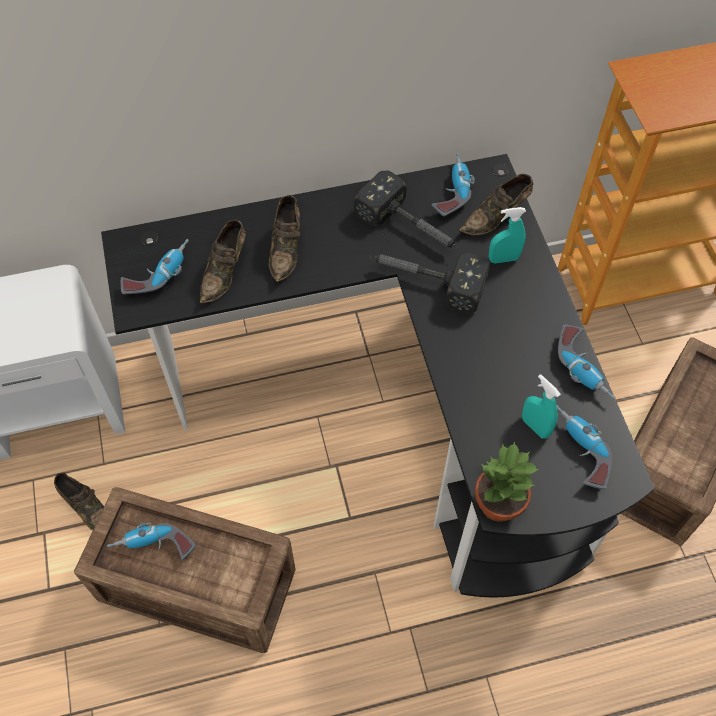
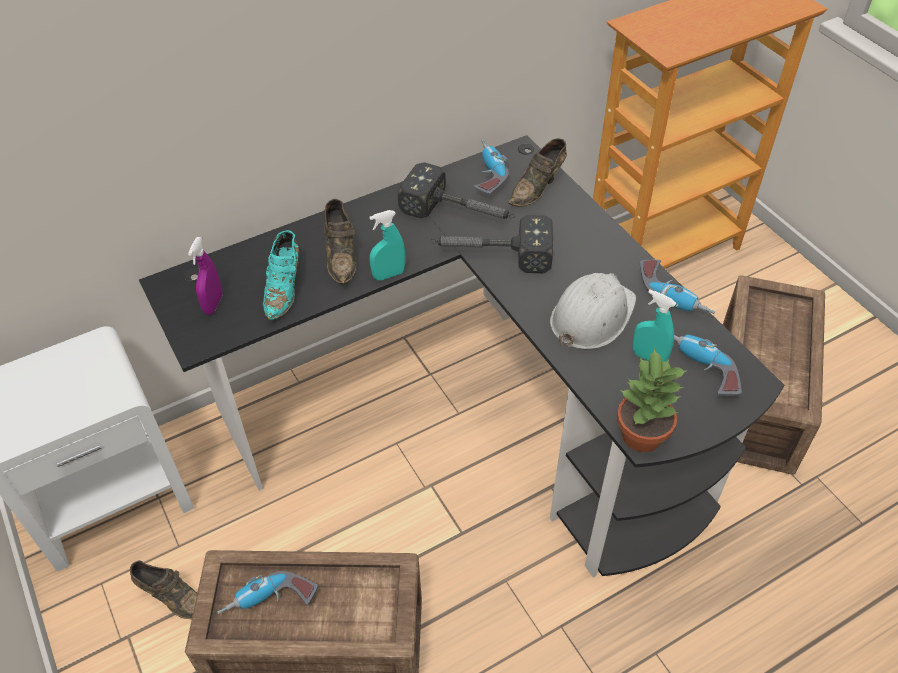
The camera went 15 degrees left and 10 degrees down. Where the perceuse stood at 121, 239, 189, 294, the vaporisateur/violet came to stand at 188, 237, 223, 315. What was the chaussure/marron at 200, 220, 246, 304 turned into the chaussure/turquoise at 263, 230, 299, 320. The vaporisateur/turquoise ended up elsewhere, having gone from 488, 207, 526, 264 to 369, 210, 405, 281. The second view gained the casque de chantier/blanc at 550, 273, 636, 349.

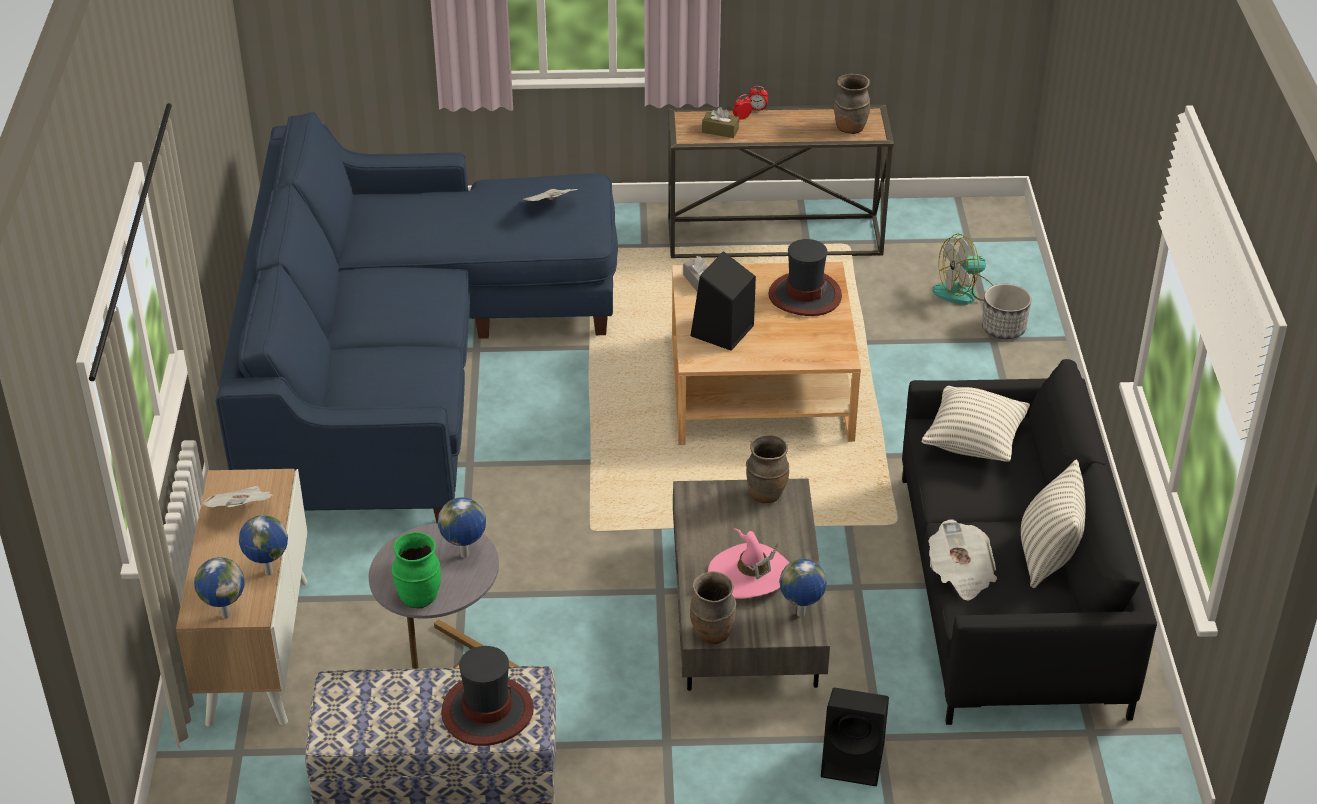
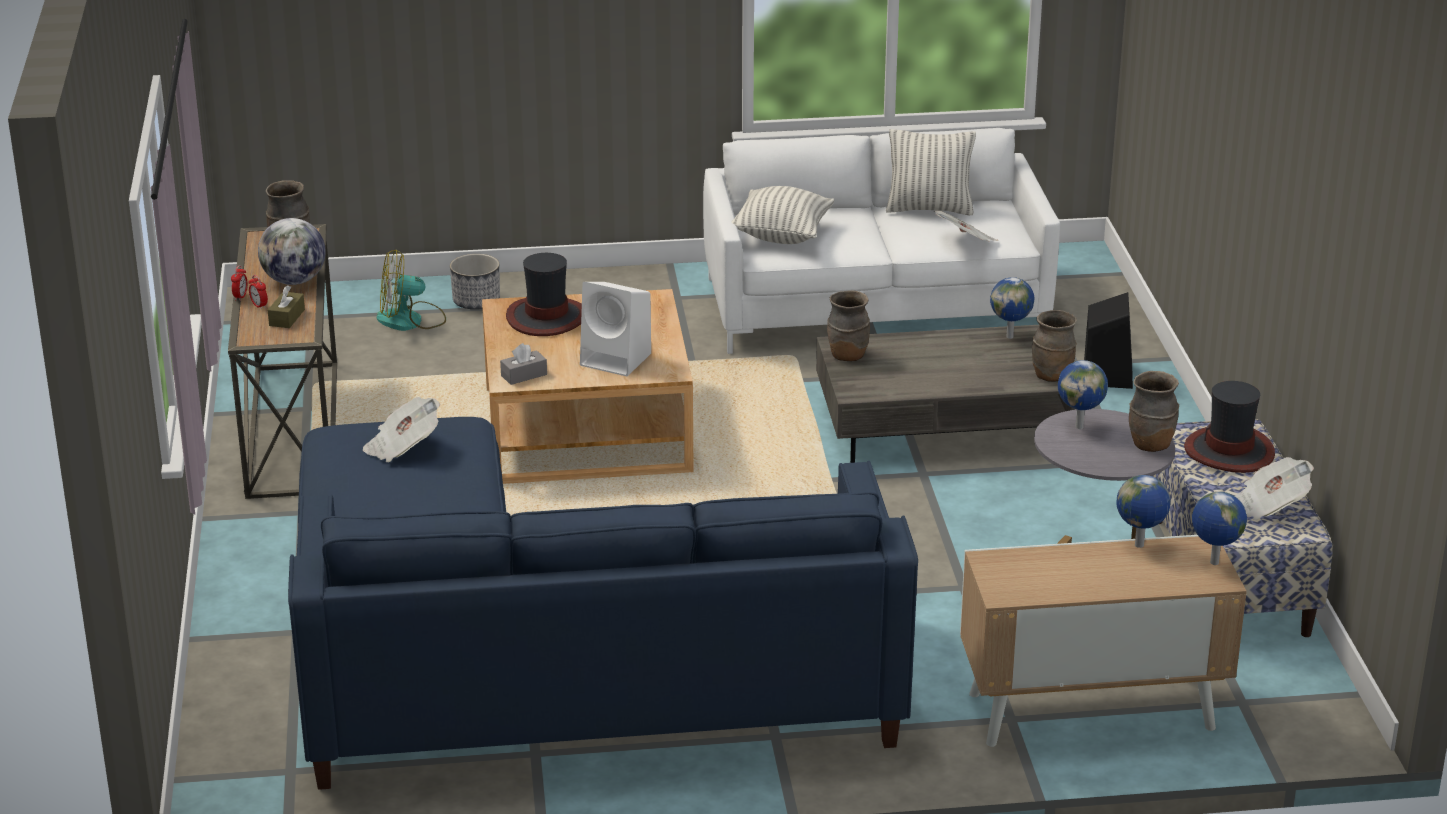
The camera went 95 degrees left and 10 degrees down. The second view gained the globe at 258, 218, 326, 285. The ventilateur at 932, 234, 993, 305 ended up facing another way, 105 degrees clockwise from before. What was the enceinte/noir at 690, 251, 756, 351 turned into the enceinte/blanc at 580, 282, 651, 376. What was the canapé/noir at 902, 359, 1157, 725 turned into the canapé/blanc at 703, 128, 1060, 354. What was the vase/vert at 392, 532, 441, 608 turned into the vase/marron at 1129, 371, 1179, 452. The journal ended up elsewhere, having gone from 203, 486, 274, 507 to 1235, 457, 1314, 521. The second view lost the chapeau/rose at 708, 528, 790, 599.

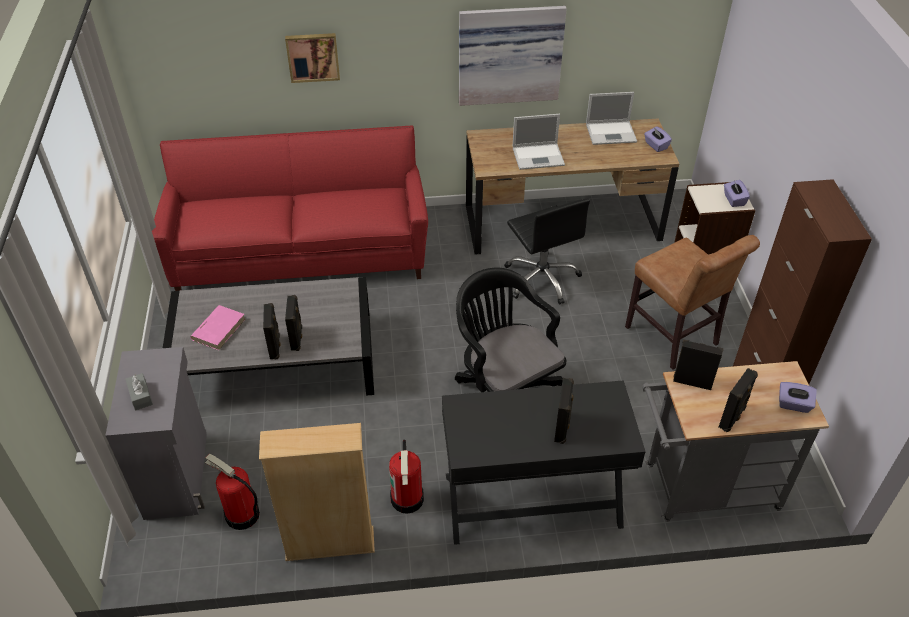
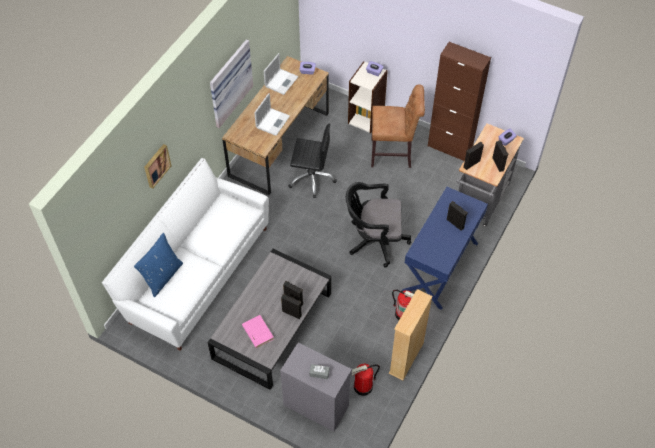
The camera went 55 degrees left and 10 degrees up. What was the canapé/rouge at 152, 126, 428, 291 turned into the canapé/blanc at 102, 158, 269, 351. The second view gained the coussin/bleu at 134, 233, 183, 297. What was the bureau/noir at 442, 380, 646, 545 turned into the bureau/bleu at 402, 187, 488, 310.

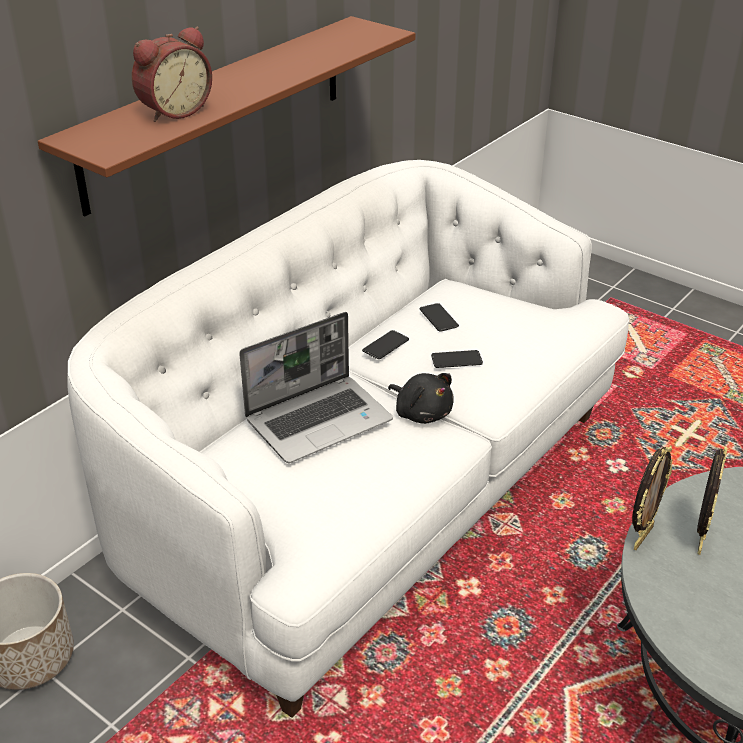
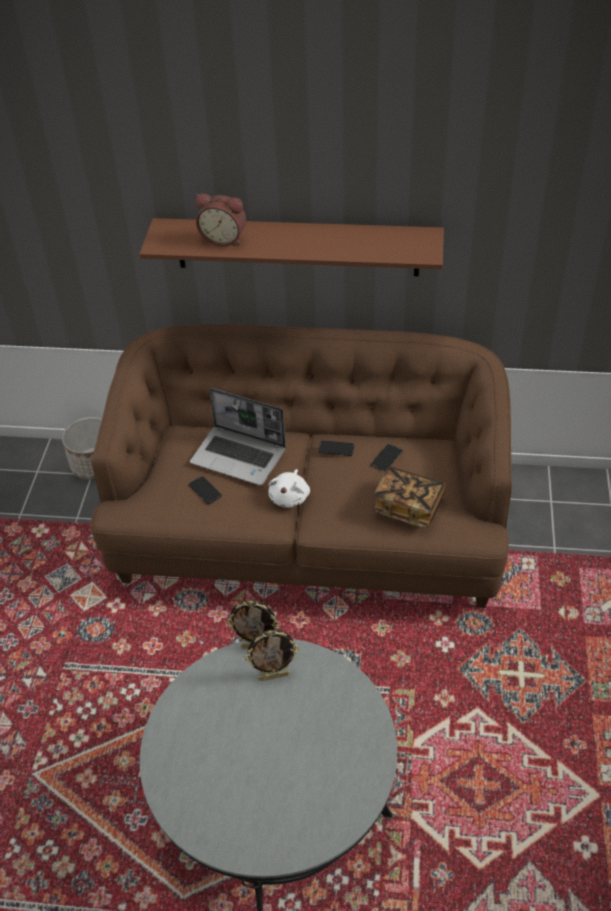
The camera went 60 degrees right and 10 degrees up. What was the canapé/blanc at 68, 160, 630, 718 turned into the canapé/marron at 91, 324, 512, 608. The téléphone ended up elsewhere, having gone from 431, 350, 483, 368 to 189, 476, 222, 504. What was the peluche/noir at 388, 373, 454, 424 turned into the peluche/blanc at 268, 469, 310, 508. The second view gained the livre at 372, 467, 446, 528.

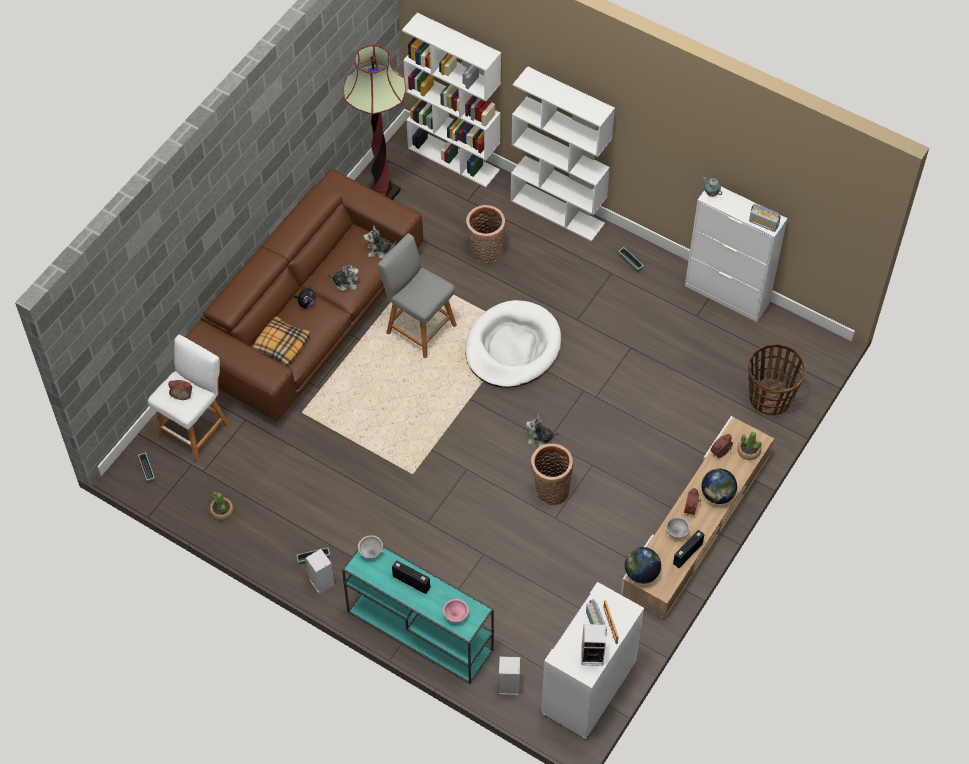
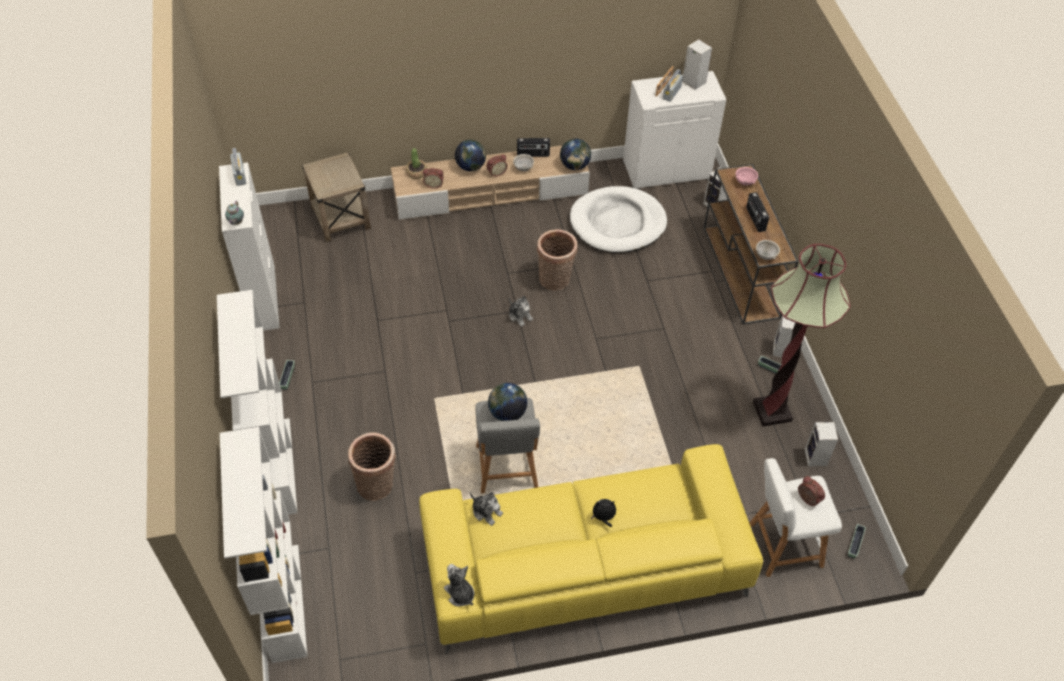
The camera went 135 degrees left and 5 degrees down. Where the panier stood at 748, 344, 806, 416, the table d'appoint/beige came to stand at 302, 152, 371, 242. What was the canapé/marron at 185, 169, 423, 430 turned into the canapé/jaune at 419, 444, 763, 654. The peluche ended up elsewhere, having gone from 328, 262, 359, 291 to 444, 564, 474, 606. The second view gained the globe at 488, 383, 527, 421. The panier pour chien/blanc ended up elsewhere, having gone from 465, 300, 561, 388 to 570, 186, 667, 253. What was the table console/turquoise at 342, 546, 494, 684 turned into the table console/marron at 703, 164, 799, 325. The lampadaire ended up elsewhere, having gone from 343, 44, 406, 200 to 753, 244, 851, 426. Where the plante en pot stood at 210, 492, 233, 520, the enceinte came to stand at 805, 422, 838, 467. The second view lost the coussin at 253, 316, 310, 367.

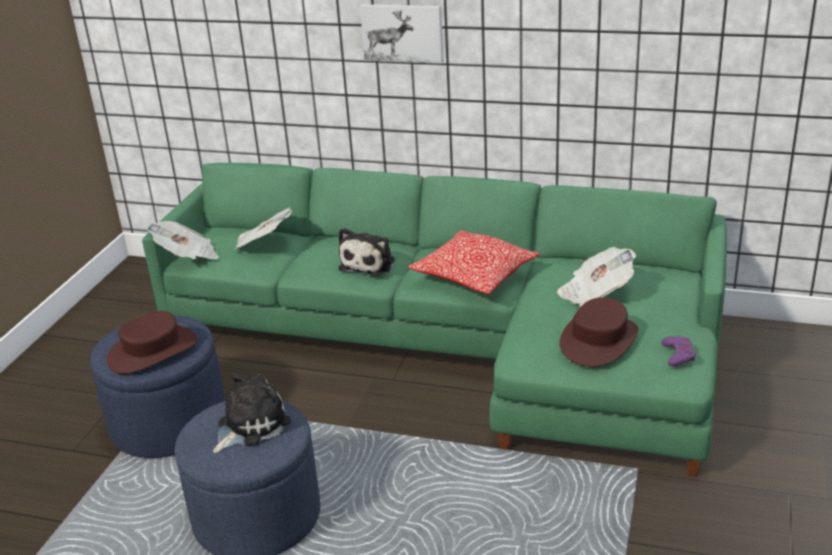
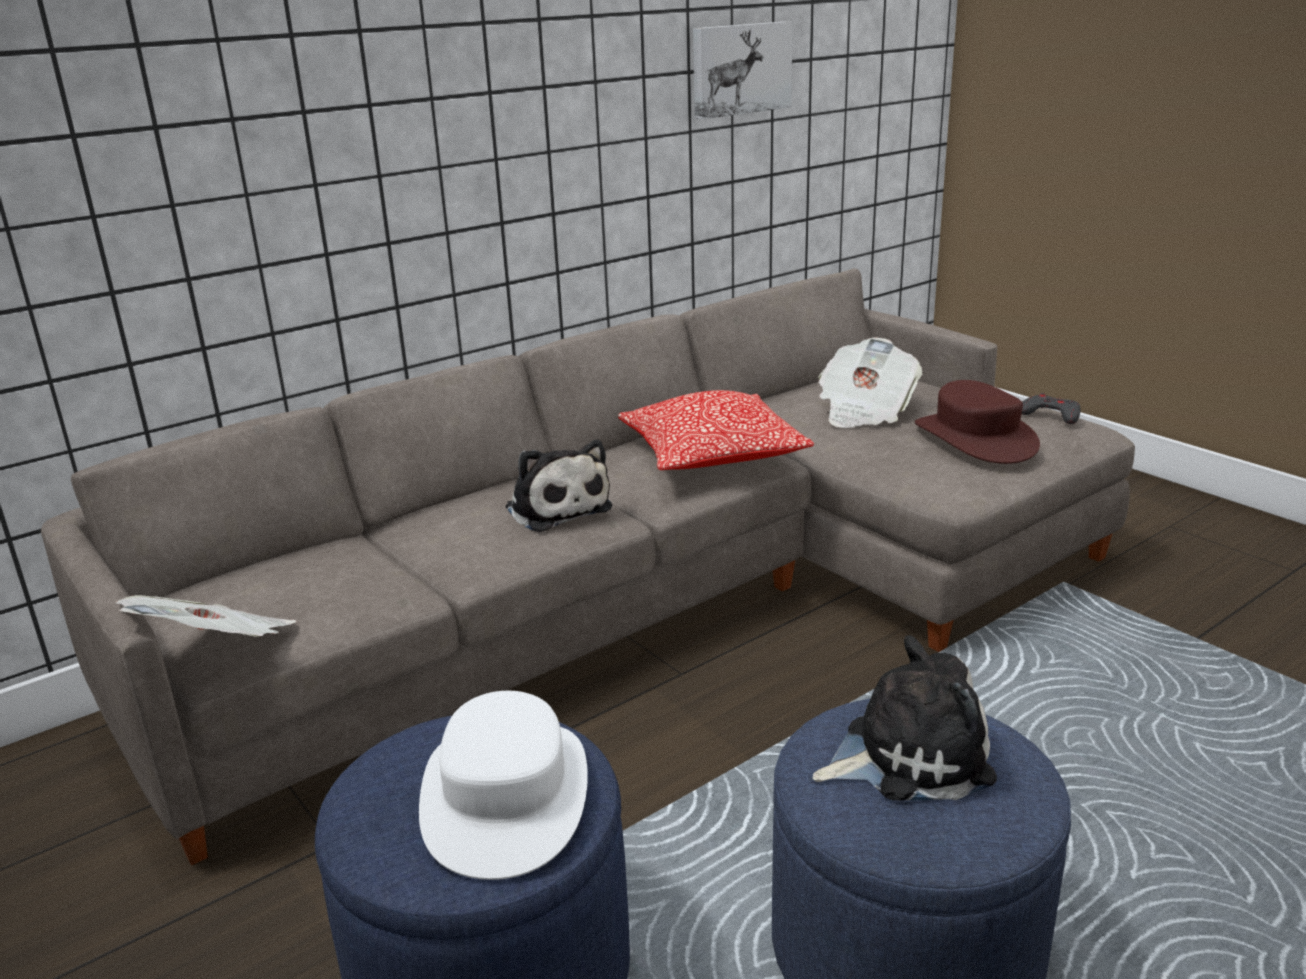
The camera went 55 degrees left and 5 degrees down. What was the canapé/vert at 142, 163, 727, 477 turned into the canapé/gris at 41, 268, 1135, 865. What was the chapeau/marron at 107, 311, 198, 374 turned into the chapeau/blanc at 419, 691, 588, 880. The tableau ended up elsewhere, having gone from 360, 4, 444, 63 to 693, 21, 793, 119. The peluche at 213, 372, 291, 453 ended up facing another way, 90 degrees clockwise from before. What was the manette/violet at 662, 336, 696, 367 turned into the manette/gris at 1022, 393, 1081, 424. The second view lost the journal at 234, 207, 292, 250.

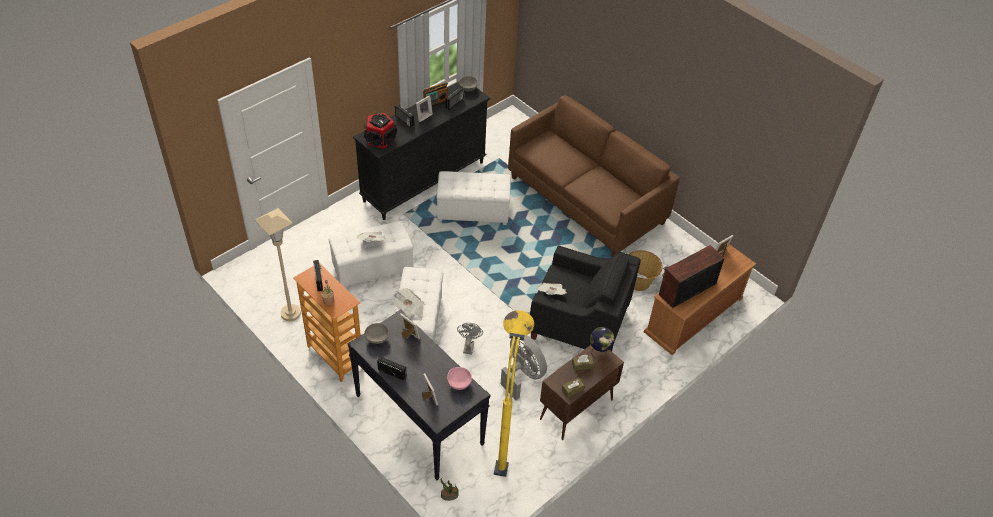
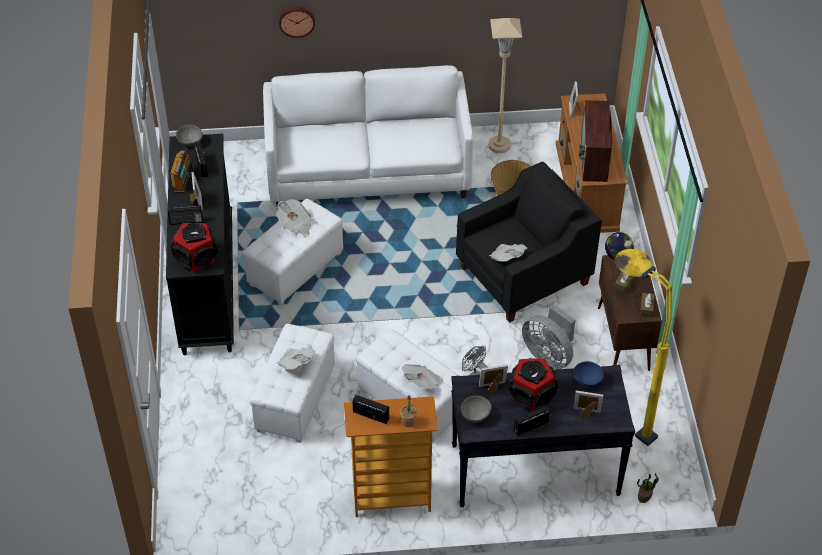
The camera went 50 degrees left and 0 degrees up. What was the canapé/marron at 508, 95, 680, 257 turned into the canapé/blanc at 263, 65, 473, 209. The second view gained the journal at 276, 199, 313, 236. The second view gained the horloge murale at 279, 7, 315, 38. The lampadaire/beige ended up elsewhere, having gone from 255, 208, 301, 321 to 489, 18, 522, 153. The second view gained the enceinte at 509, 358, 558, 411. The ventilateur/gris at 501, 335, 547, 400 ended up facing another way, 135 degrees counterclockwise from before. What was the bol/rose at 447, 367, 472, 390 turned into the bol/bleu at 573, 361, 604, 387.

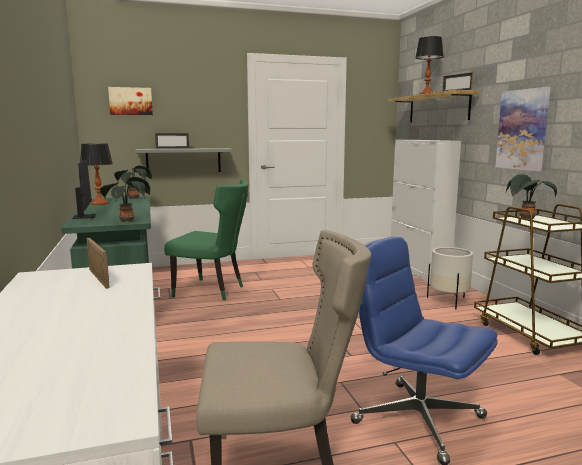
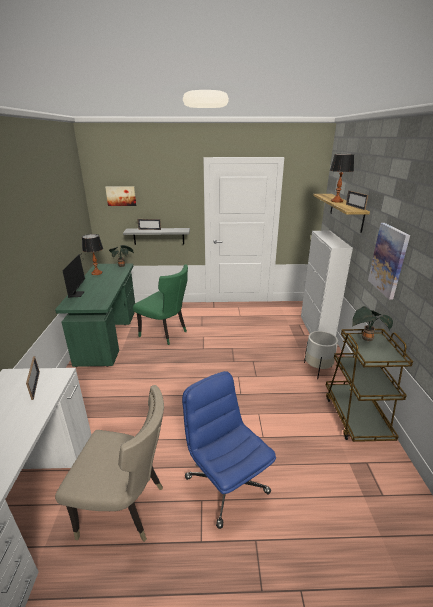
The camera went 15 degrees right and 15 degrees up. The second view lost the plante en pot at 100, 177, 150, 222.

